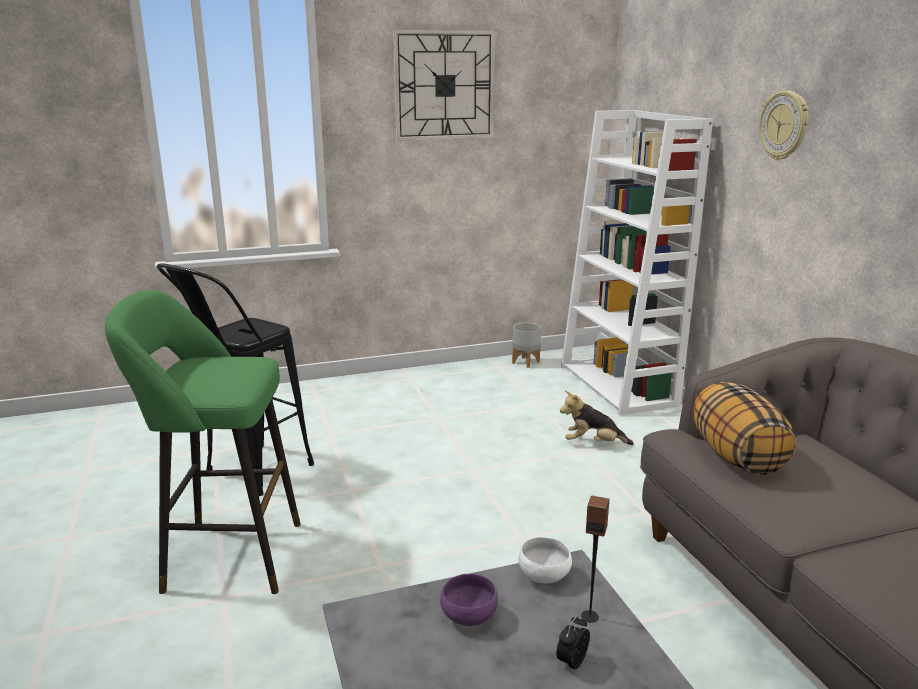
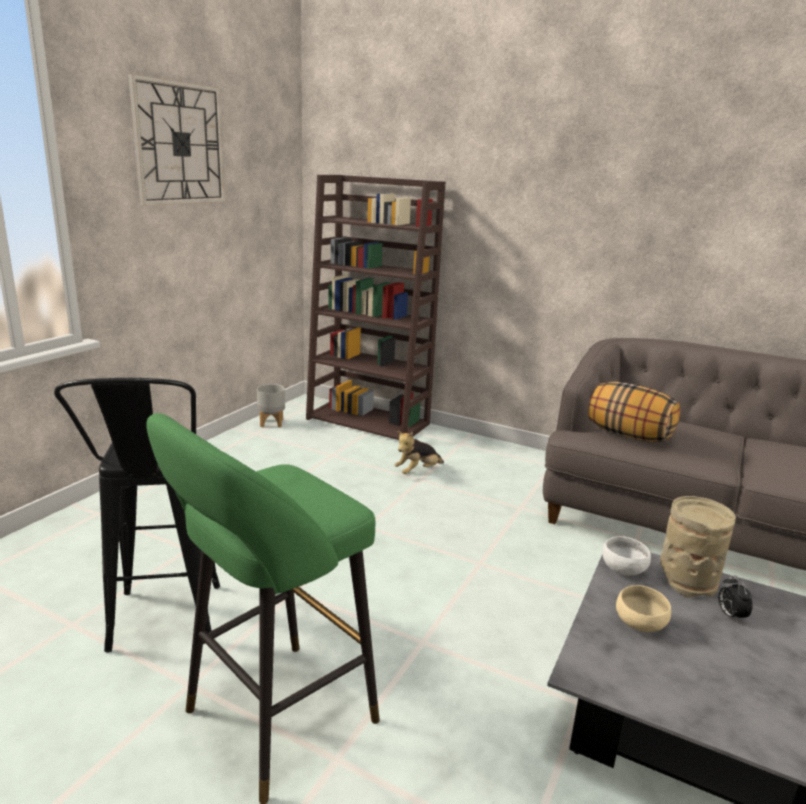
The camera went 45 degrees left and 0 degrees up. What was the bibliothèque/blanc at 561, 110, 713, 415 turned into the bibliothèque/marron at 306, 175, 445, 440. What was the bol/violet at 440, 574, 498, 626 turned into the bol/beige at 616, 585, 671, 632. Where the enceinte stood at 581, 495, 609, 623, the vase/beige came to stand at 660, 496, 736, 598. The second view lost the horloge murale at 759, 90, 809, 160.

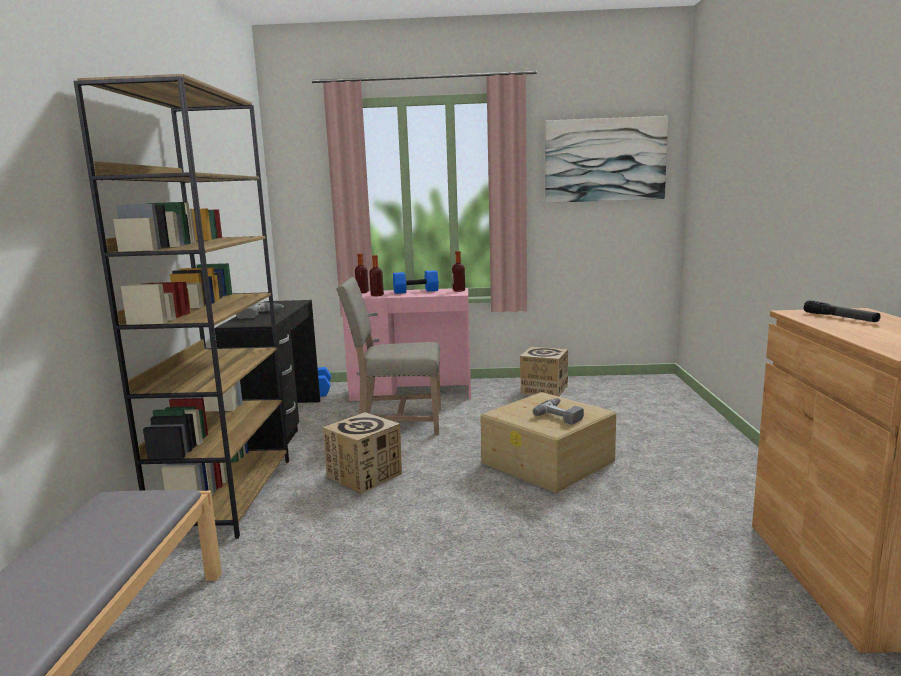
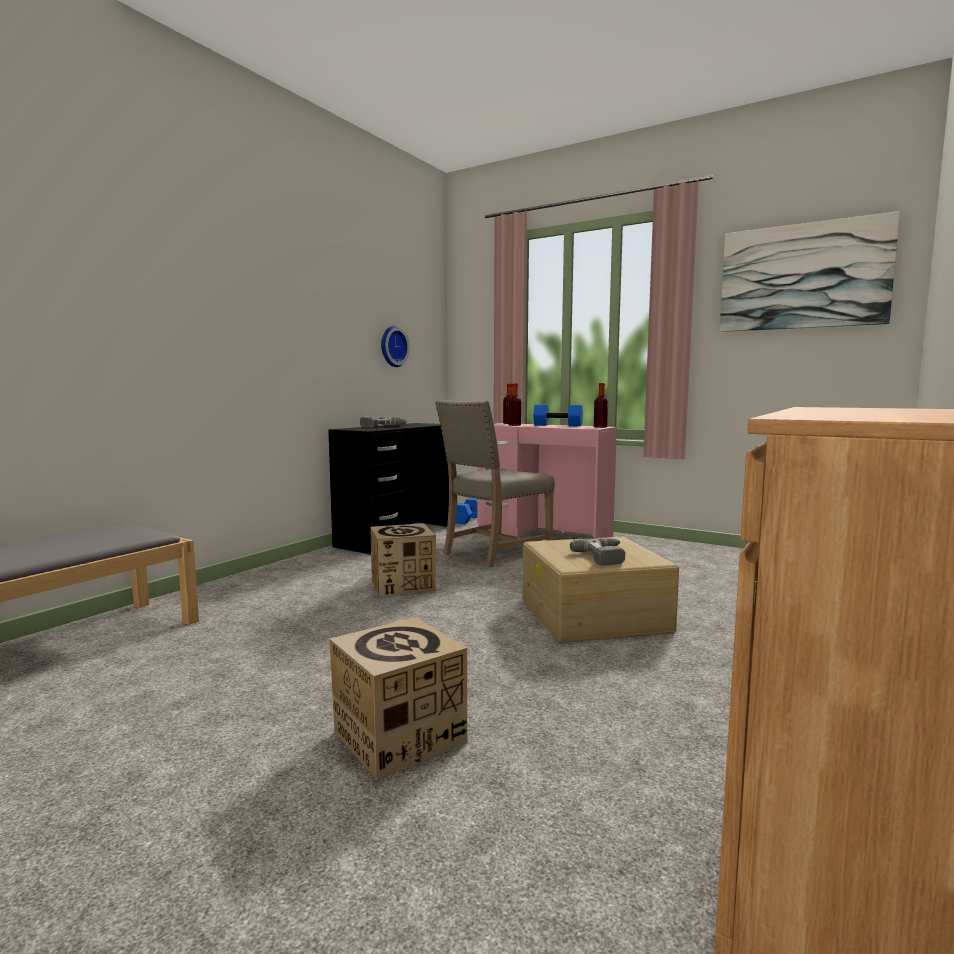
The camera went 30 degrees right and 5 degrees down. The carton ended up elsewhere, having gone from 520, 347, 568, 397 to 329, 617, 467, 781. The second view gained the horloge murale at 381, 326, 410, 367. The chaise/beige at 336, 277, 441, 435 ended up facing another way, 75 degrees counterclockwise from before. The second view lost the bibliothèque/marron at 74, 74, 289, 539. The second view lost the lampe de poche at 804, 300, 880, 322.

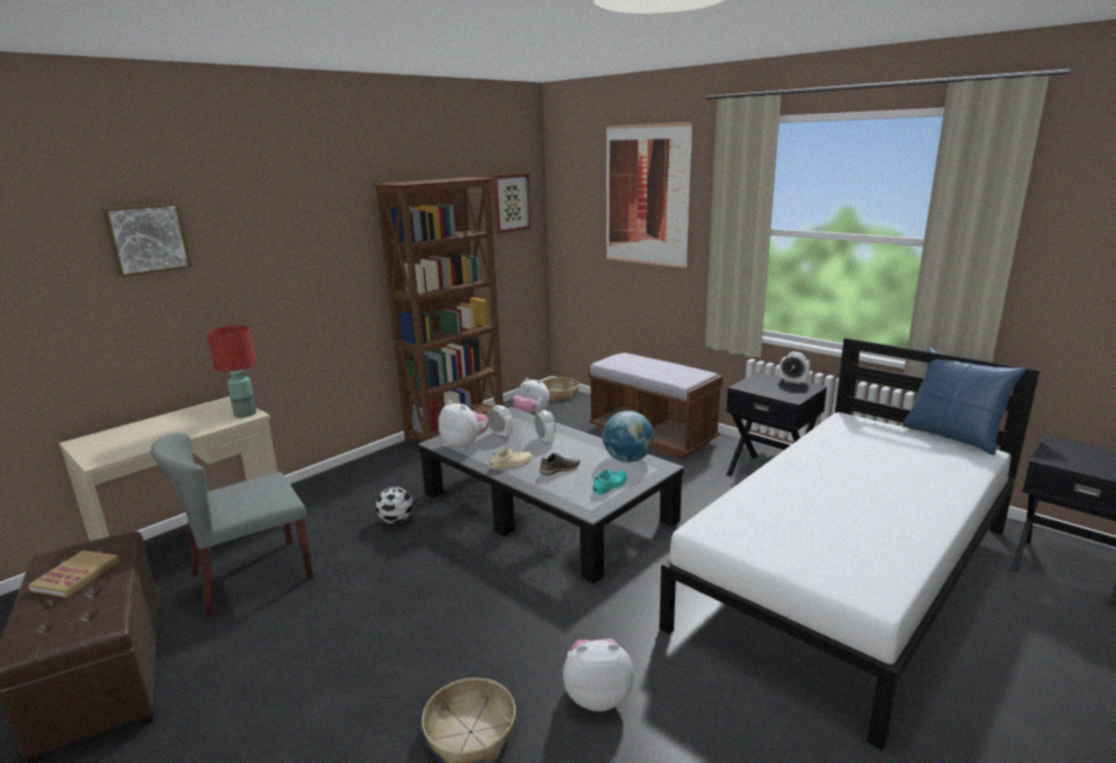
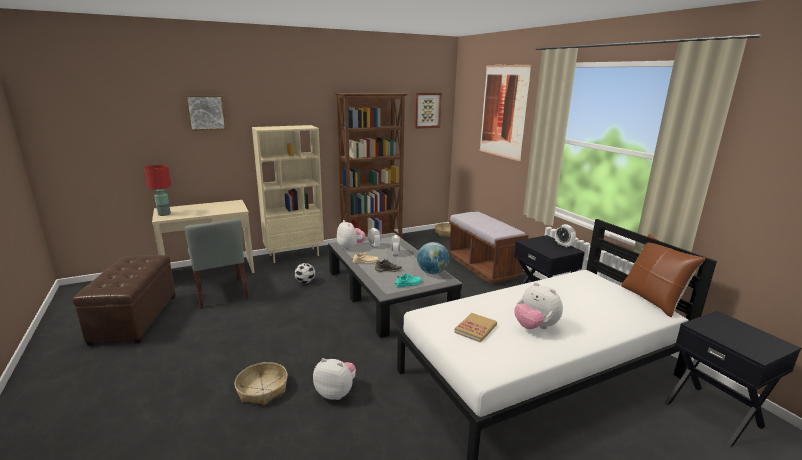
The camera went 20 degrees right and 0 degrees up. The lampe de table/rouge ended up elsewhere, having gone from 207, 325, 256, 418 to 144, 165, 171, 216. The chaise/gris at 151, 433, 313, 618 ended up facing another way, 105 degrees counterclockwise from before. The second view gained the bibliothèque/beige at 252, 125, 324, 263. The livre ended up elsewhere, having gone from 28, 550, 120, 598 to 454, 313, 497, 342. The peluche ended up elsewhere, having gone from 513, 378, 550, 414 to 514, 282, 563, 329. What was the coussin/bleu at 902, 348, 1026, 455 turned into the coussin/marron at 621, 234, 705, 317.

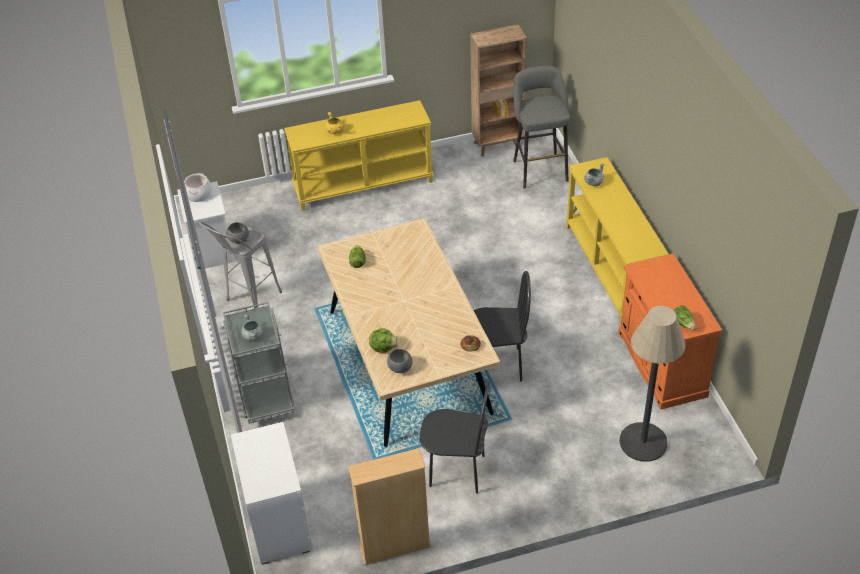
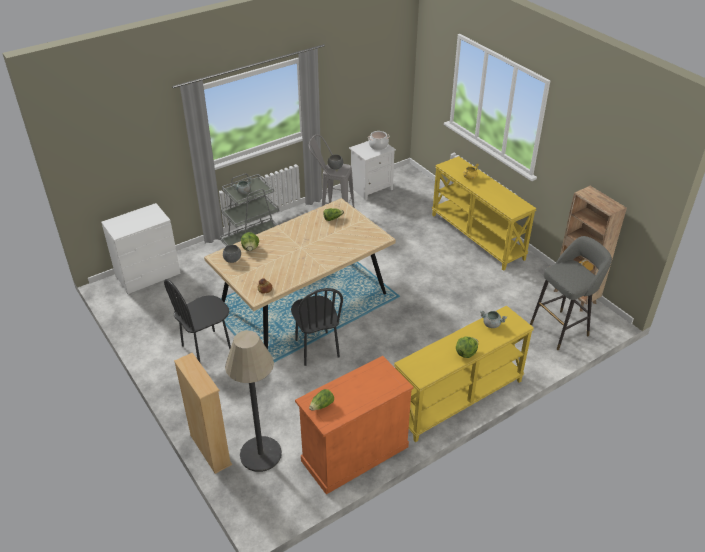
The camera went 70 degrees right and 5 degrees down. The chaise/noir at 419, 380, 490, 494 ended up facing another way, 60 degrees clockwise from before. The bibliothèque/beige ended up elsewhere, having gone from 348, 448, 431, 565 to 174, 352, 232, 474. The second view gained the laitue at 456, 336, 478, 358.

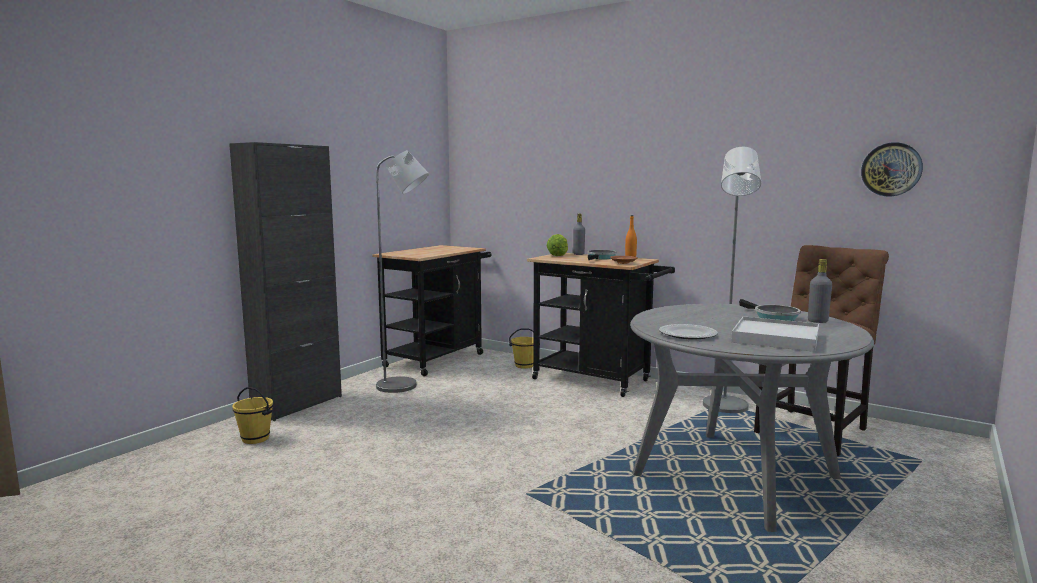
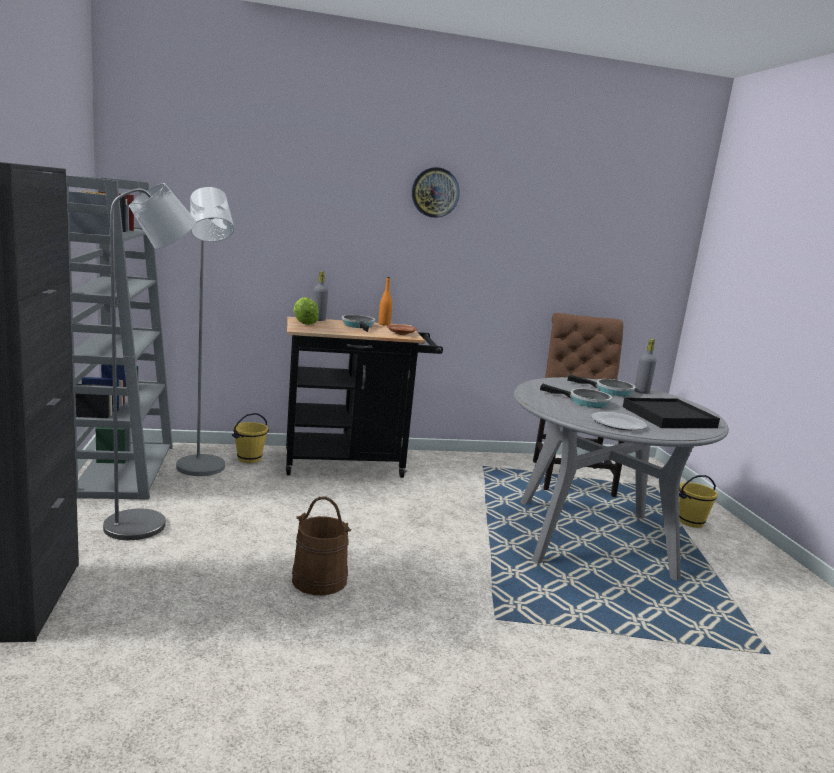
The camera went 45 degrees left and 5 degrees up. Where the chariot/noir stood at 372, 245, 492, 376, the bibliothèque/gris came to stand at 66, 175, 173, 500. The lampadaire/gris ended up elsewhere, having gone from 703, 147, 761, 413 to 176, 187, 234, 476. The second view gained the seau/marron at 292, 496, 351, 595. The horloge murale ended up elsewhere, having gone from 861, 142, 923, 196 to 412, 167, 460, 218. The second view gained the poêle at 540, 384, 612, 408. What was the plateau/blanc at 731, 316, 819, 352 turned into the plateau/noir at 623, 398, 720, 428. The seau/jaune ended up elsewhere, having gone from 232, 387, 273, 444 to 679, 475, 718, 528.

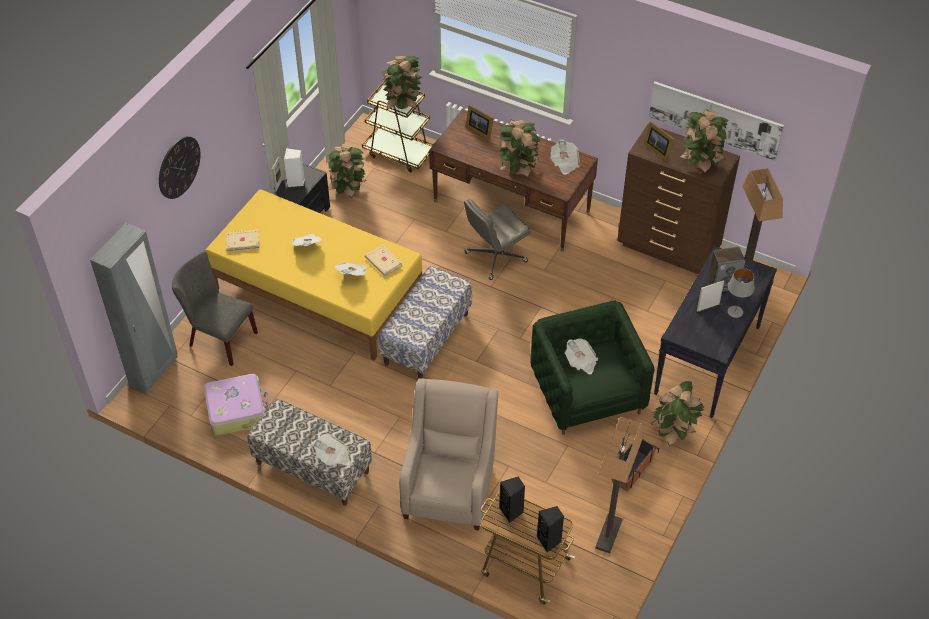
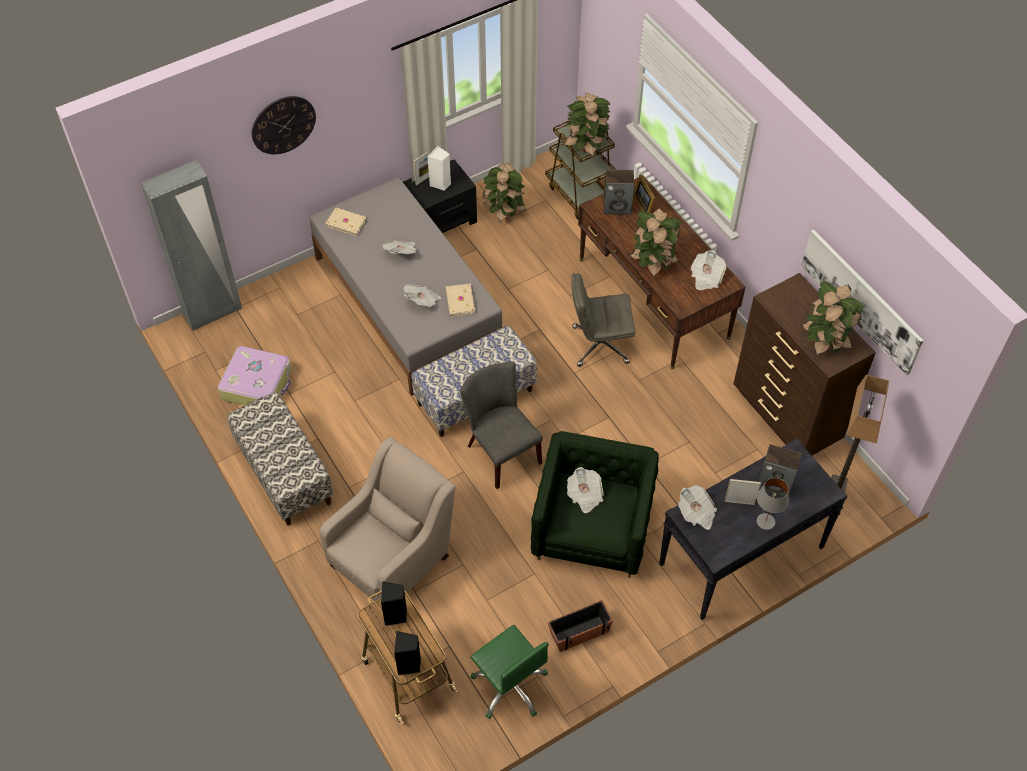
The camera went 30 degrees right and 5 degrees up. What was the lit/jaune at 205, 189, 422, 360 turned into the lit/gris at 309, 177, 503, 396. The chaise/gris ended up elsewhere, having gone from 172, 251, 258, 366 to 460, 361, 543, 489. Where the lampadaire stood at 595, 417, 643, 553, the chaise de bureau/vert came to stand at 470, 625, 549, 719. The second view gained the enceinte at 604, 170, 634, 215. The journal ended up elsewhere, having gone from 313, 434, 350, 467 to 678, 486, 717, 530. The second view lost the cadre photo at 644, 121, 674, 161. The second view lost the plante en pot at 650, 381, 705, 447.

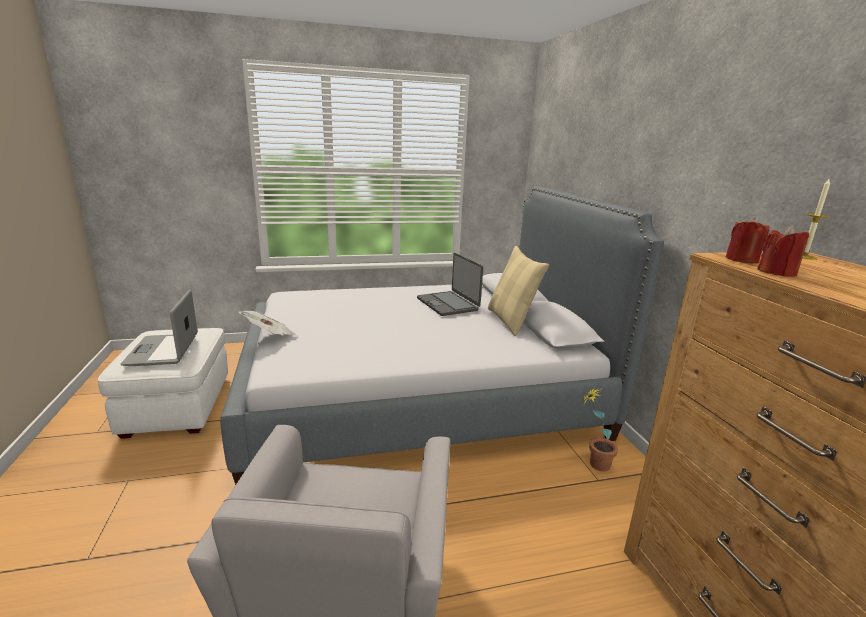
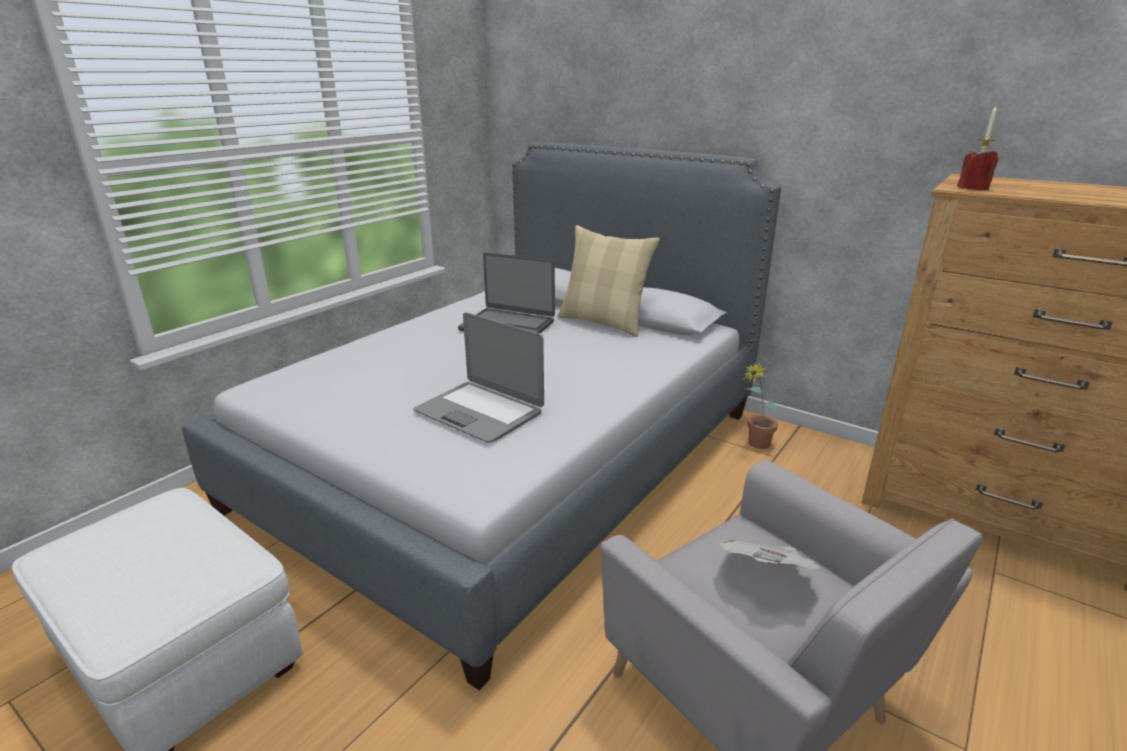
The camera went 40 degrees left and 5 degrees up. The ordinateur portable ended up elsewhere, having gone from 121, 290, 198, 366 to 413, 312, 544, 443. The journal ended up elsewhere, having gone from 239, 311, 298, 336 to 718, 539, 823, 569. The second view lost the bougie/rouge at 757, 226, 809, 277.

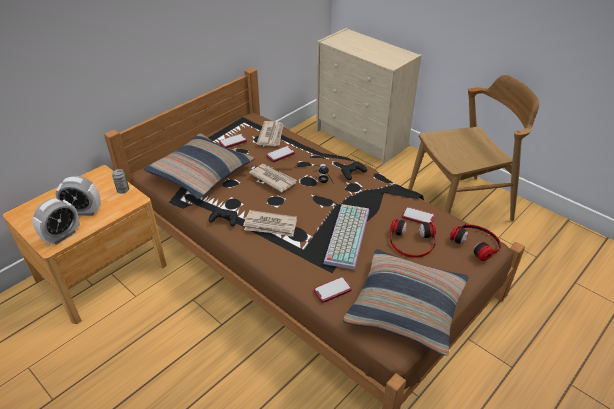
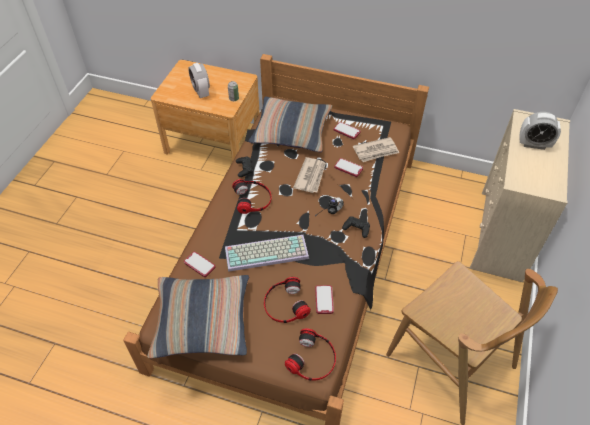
The camera went 65 degrees right and 10 degrees up. Where the journal stood at 243, 210, 297, 237, the casque audio came to stand at 232, 179, 272, 214. The réveil ended up elsewhere, having gone from 33, 198, 80, 245 to 519, 112, 561, 150.

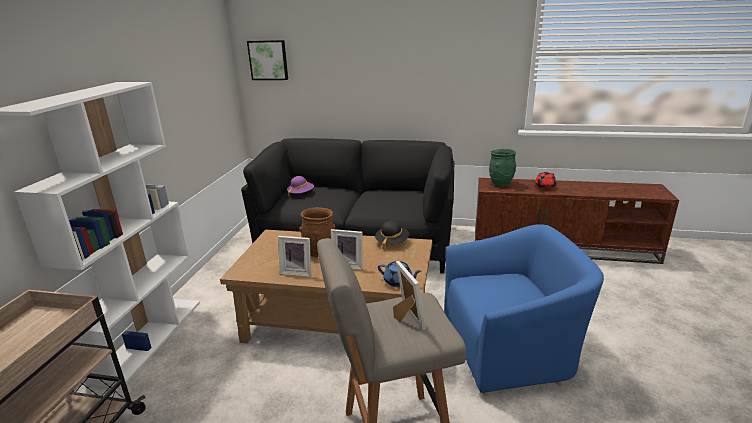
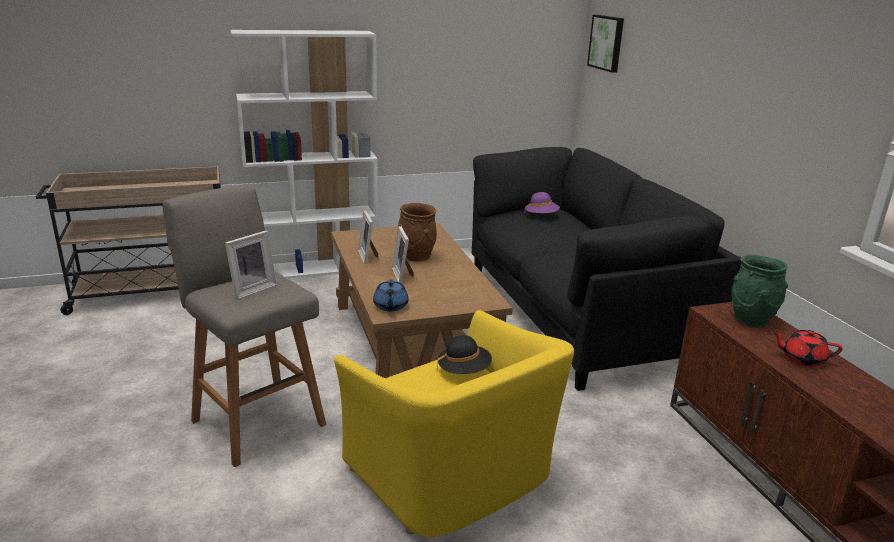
The camera went 60 degrees right and 0 degrees up. What was the fauteuil/bleu at 444, 224, 604, 396 turned into the fauteuil/jaune at 334, 310, 574, 537. The chapeau/noir ended up elsewhere, having gone from 375, 220, 409, 250 to 437, 335, 492, 374.

